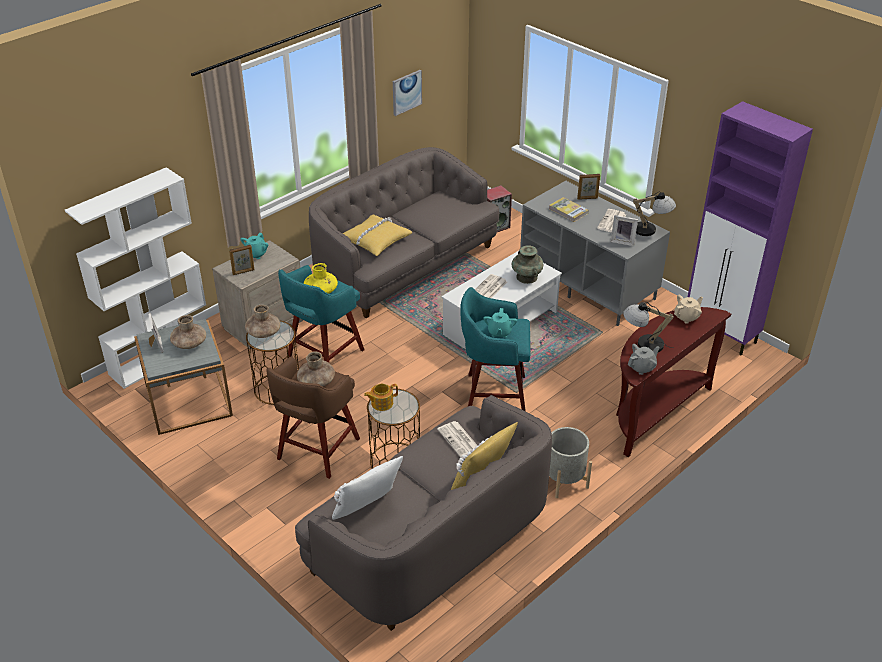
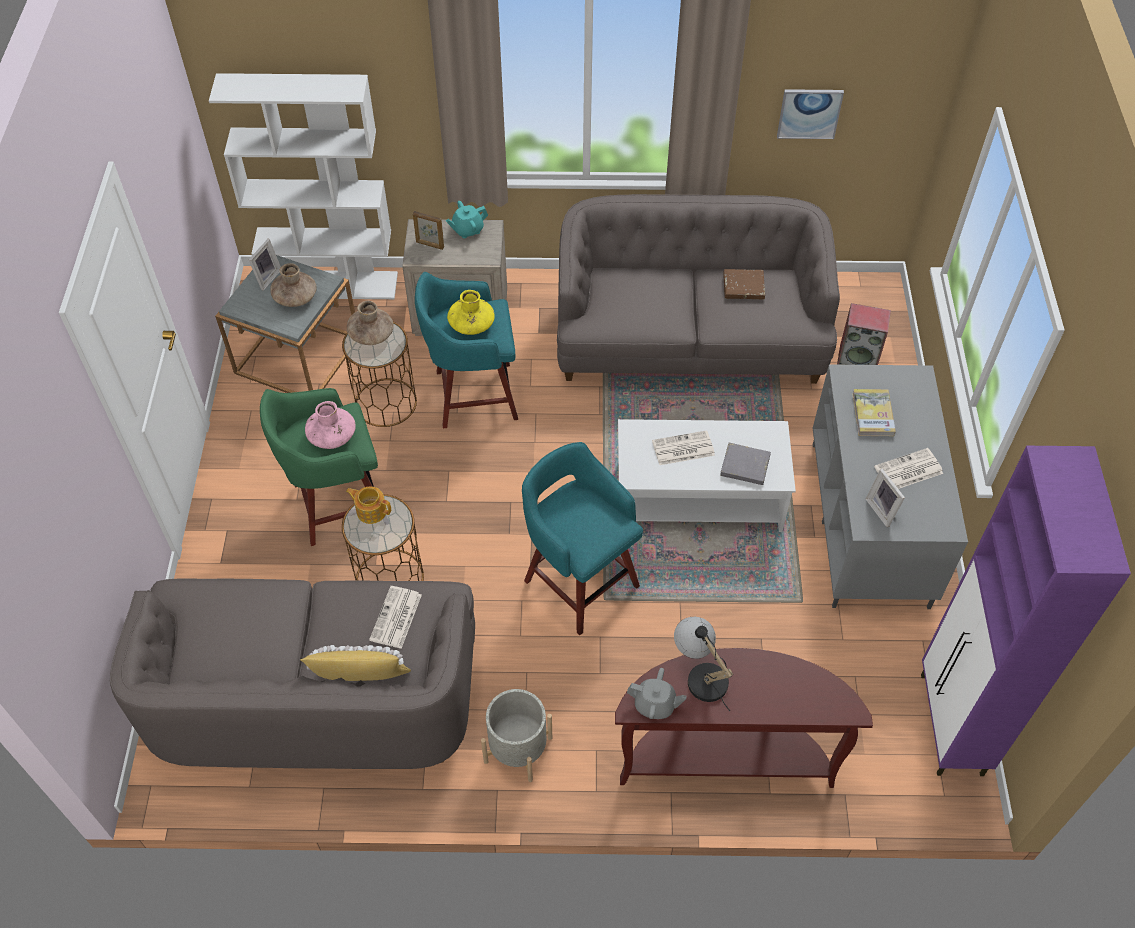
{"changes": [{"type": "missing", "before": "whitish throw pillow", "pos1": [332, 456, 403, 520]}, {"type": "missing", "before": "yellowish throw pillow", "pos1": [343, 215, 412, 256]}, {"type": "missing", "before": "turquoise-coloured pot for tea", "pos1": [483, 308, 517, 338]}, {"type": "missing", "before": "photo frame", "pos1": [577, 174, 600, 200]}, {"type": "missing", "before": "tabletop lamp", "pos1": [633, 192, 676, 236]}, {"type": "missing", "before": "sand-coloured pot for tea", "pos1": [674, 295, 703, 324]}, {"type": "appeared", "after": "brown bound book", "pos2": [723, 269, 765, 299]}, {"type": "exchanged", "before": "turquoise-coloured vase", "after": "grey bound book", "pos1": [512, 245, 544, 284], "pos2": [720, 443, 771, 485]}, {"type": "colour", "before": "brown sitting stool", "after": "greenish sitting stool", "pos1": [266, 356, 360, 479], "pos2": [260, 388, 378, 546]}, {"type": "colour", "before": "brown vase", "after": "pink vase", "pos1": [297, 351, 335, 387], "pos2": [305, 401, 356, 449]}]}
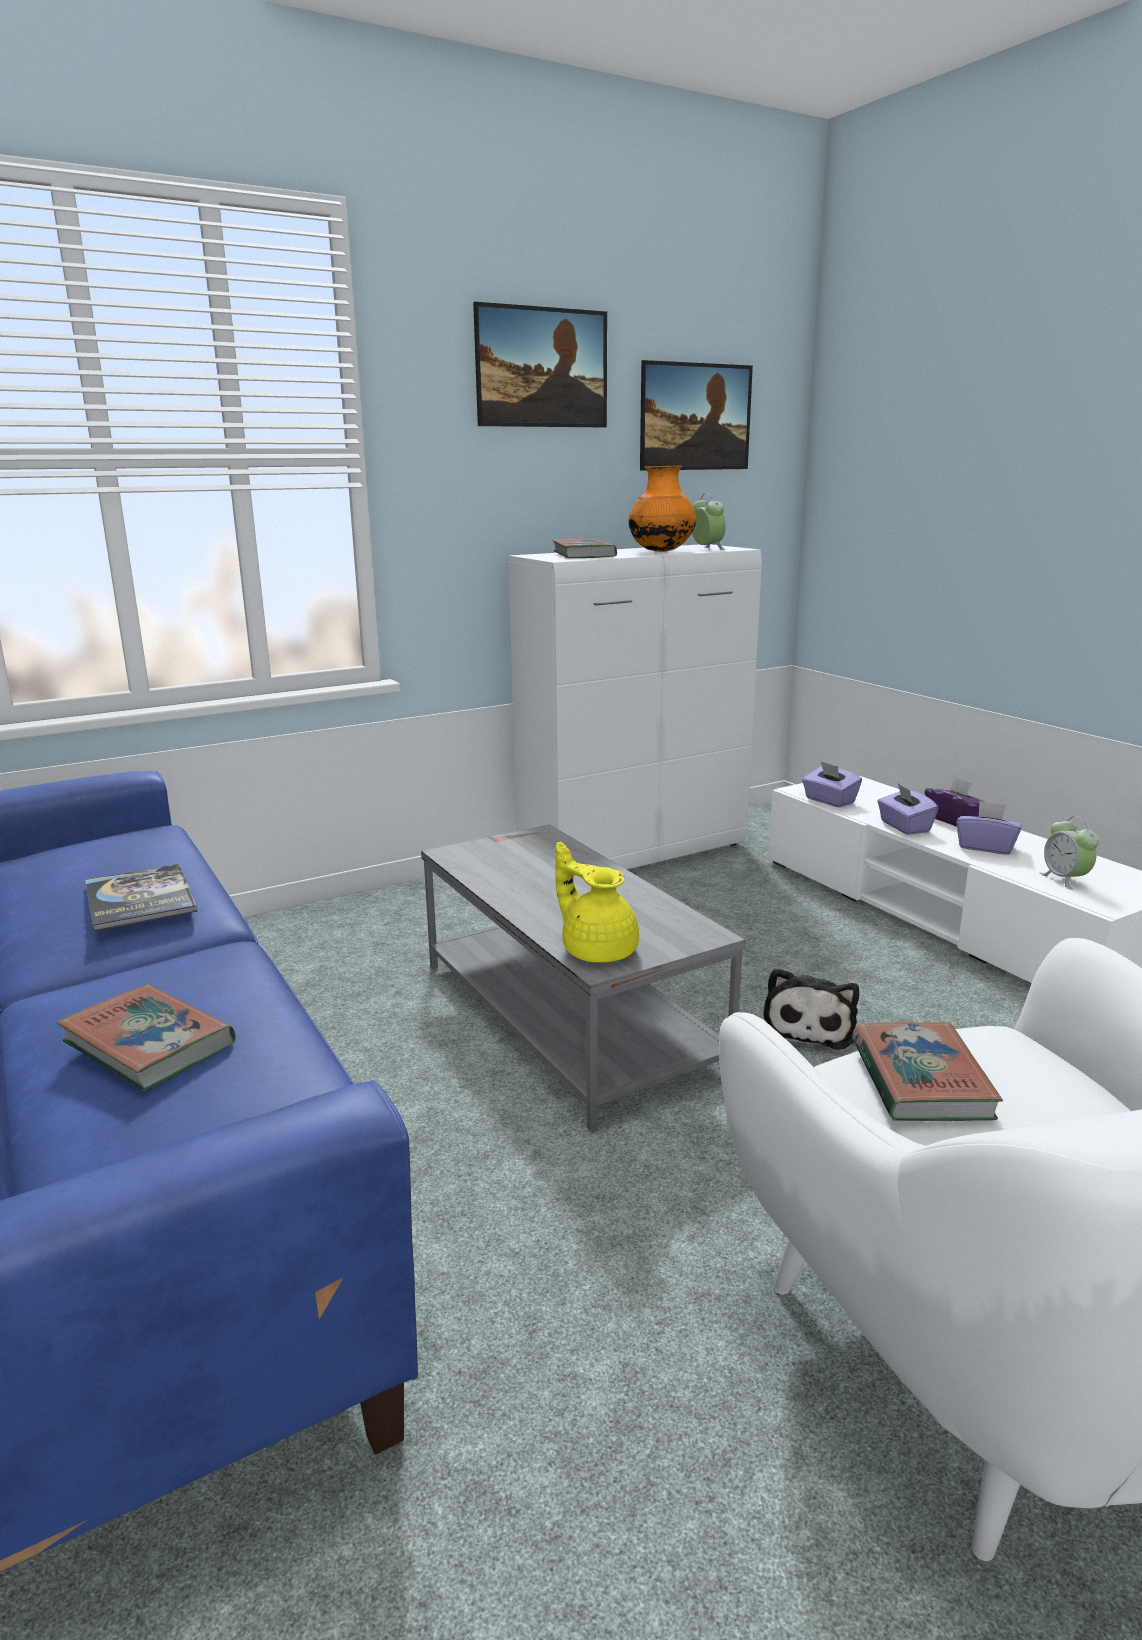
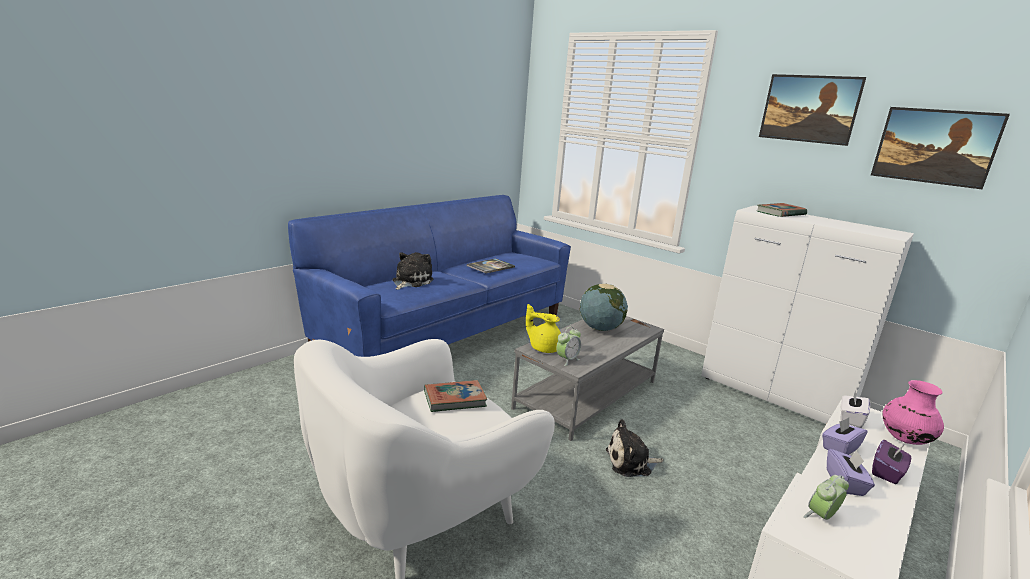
{"changes": [{"type": "missing", "before": "orange-coloured vase", "pos1": [628, 466, 696, 552]}, {"type": "appeared", "after": "desk globe", "pos2": [580, 284, 628, 331]}, {"type": "appeared", "after": "pink vase", "pos2": [882, 380, 944, 445]}, {"type": "relocated", "before": "table clock", "pos1": [692, 494, 726, 550], "pos2": [556, 326, 581, 366]}, {"type": "exchanged", "before": "bound book", "after": "cuddly toy", "pos1": [57, 984, 236, 1091], "pos2": [392, 252, 434, 290]}, {"type": "colour", "before": "purplish tissue box", "after": "whitish tissue box", "pos1": [802, 761, 862, 807], "pos2": [841, 390, 870, 428]}, {"type": "spun", "before": "yellowish pot for tea", "pos1": [555, 842, 639, 963], "pos2": [526, 304, 561, 353], "turn": -90}]}
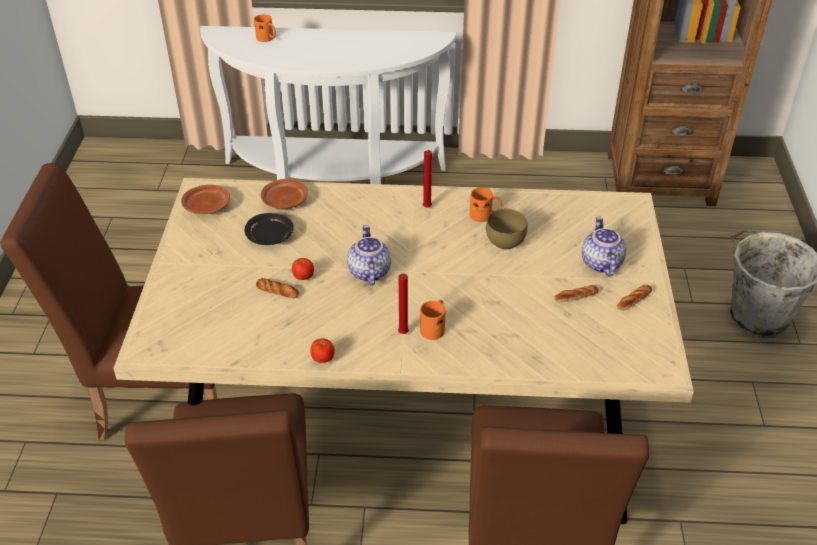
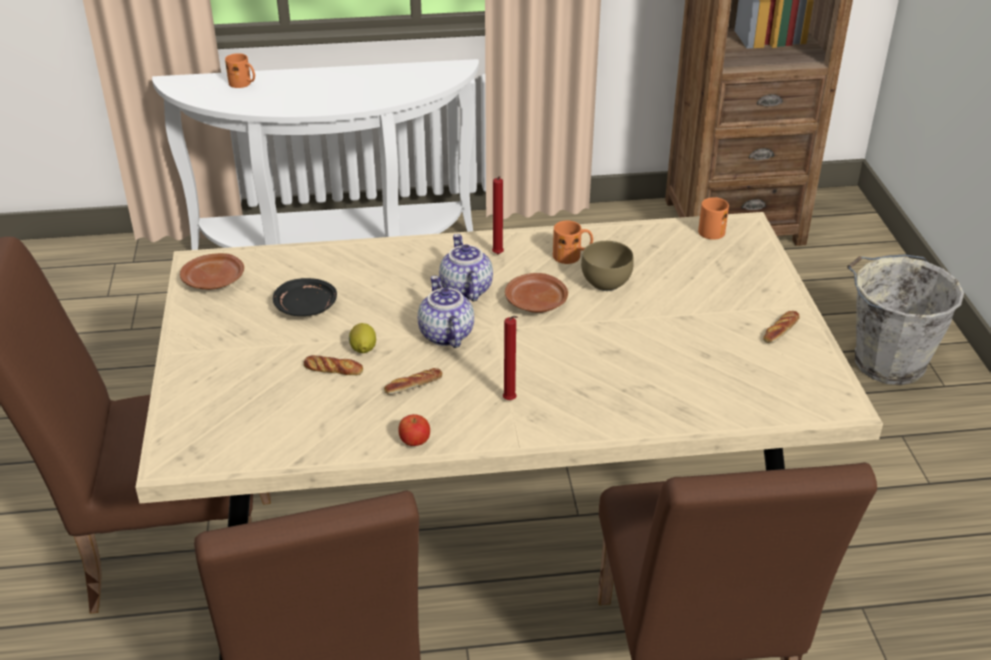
{"changes": [{"type": "relocated", "before": "brown dinner plate", "pos1": [261, 179, 308, 209], "pos2": [505, 273, 568, 313]}, {"type": "relocated", "before": "orange-coloured mug", "pos1": [420, 300, 446, 340], "pos2": [698, 197, 729, 240]}, {"type": "relocated", "before": "bread", "pos1": [554, 285, 599, 302], "pos2": [384, 368, 442, 395]}, {"type": "relocated", "before": "pot for tea", "pos1": [582, 216, 626, 277], "pos2": [439, 234, 493, 301]}, {"type": "exchanged", "before": "apple fruit", "after": "whole lemon", "pos1": [292, 258, 314, 280], "pos2": [349, 323, 376, 353]}]}
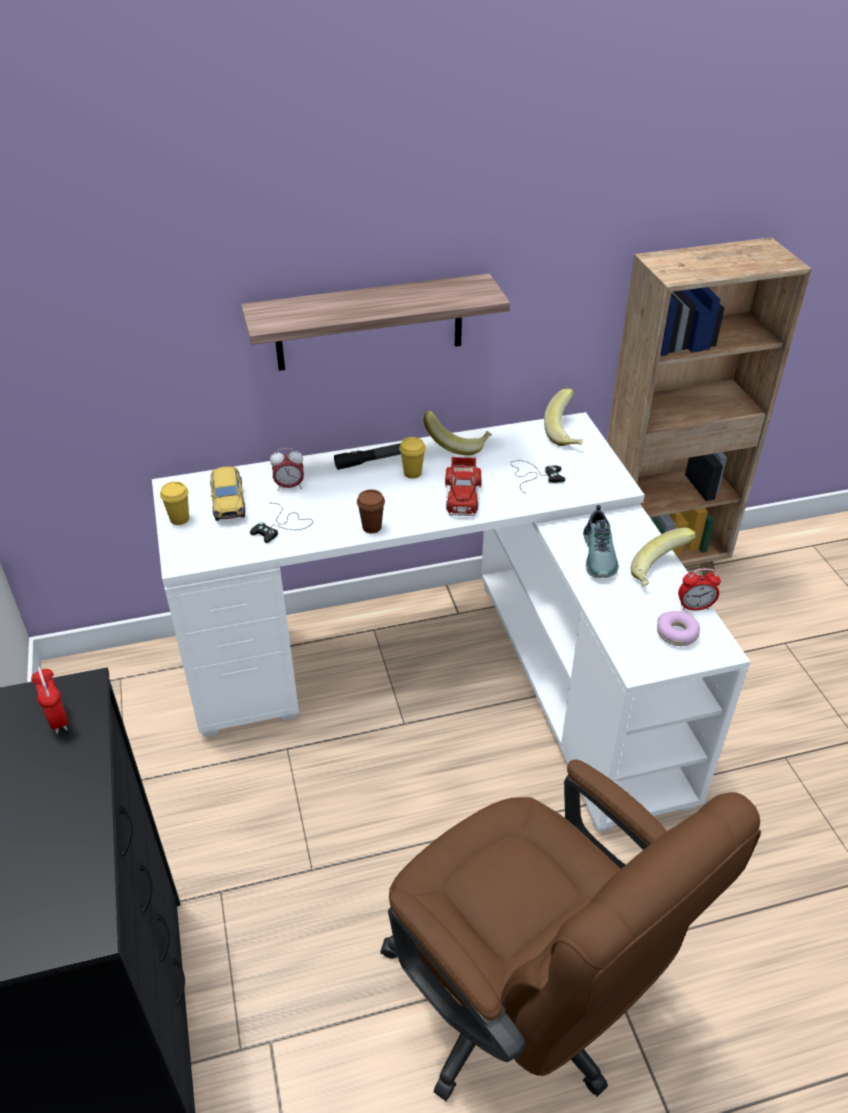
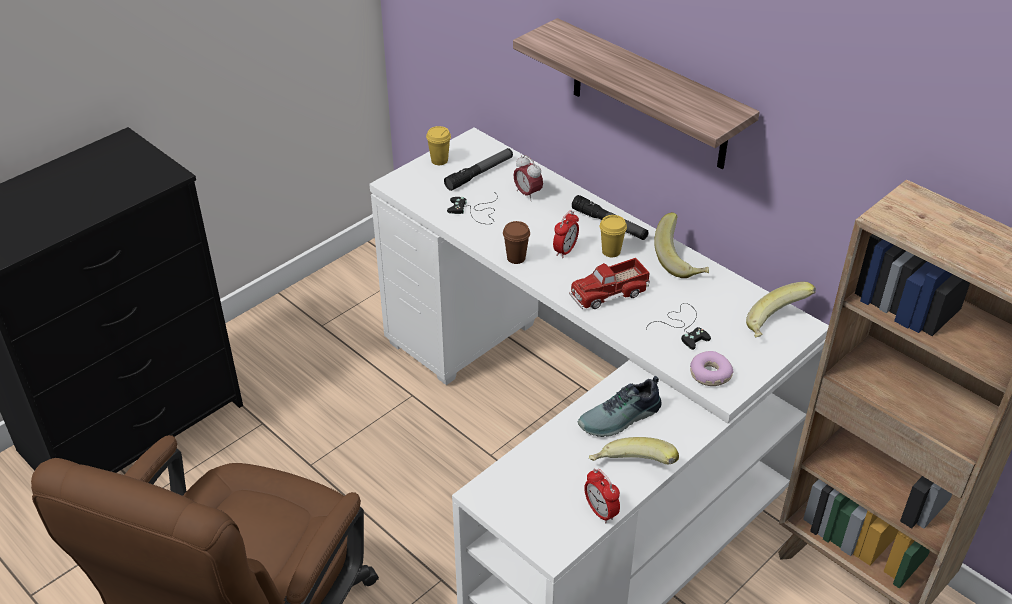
{"changes": [{"type": "relocated", "before": "table clock", "pos1": [31, 667, 68, 734], "pos2": [553, 210, 579, 258]}, {"type": "relocated", "before": "donut", "pos1": [657, 611, 701, 646], "pos2": [690, 351, 733, 386]}, {"type": "exchanged", "before": "toy car", "after": "flashlight", "pos1": [210, 467, 245, 521], "pos2": [444, 148, 513, 191]}]}
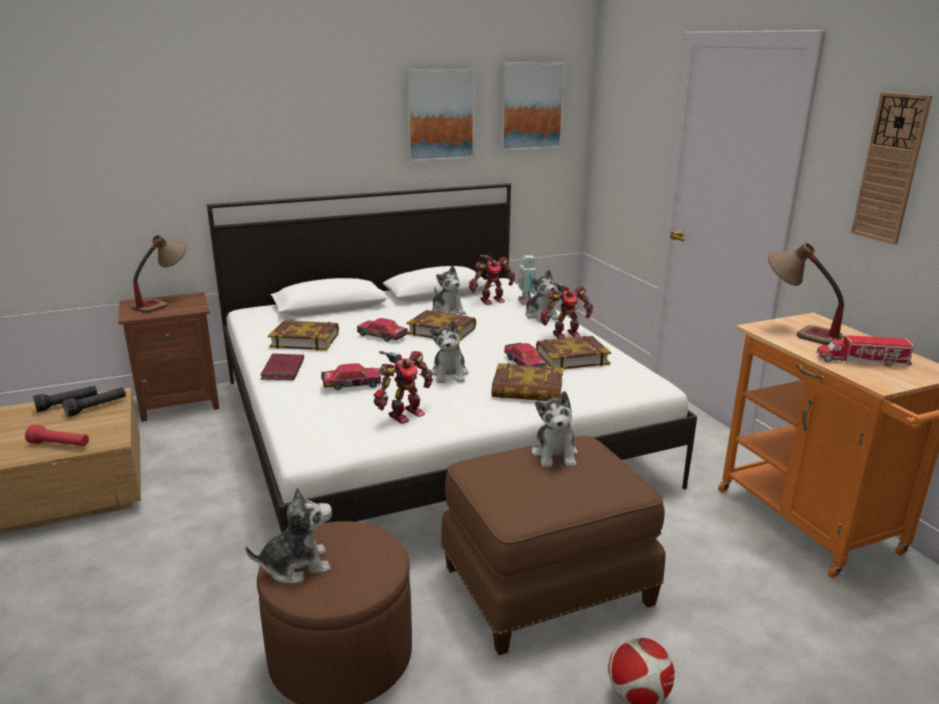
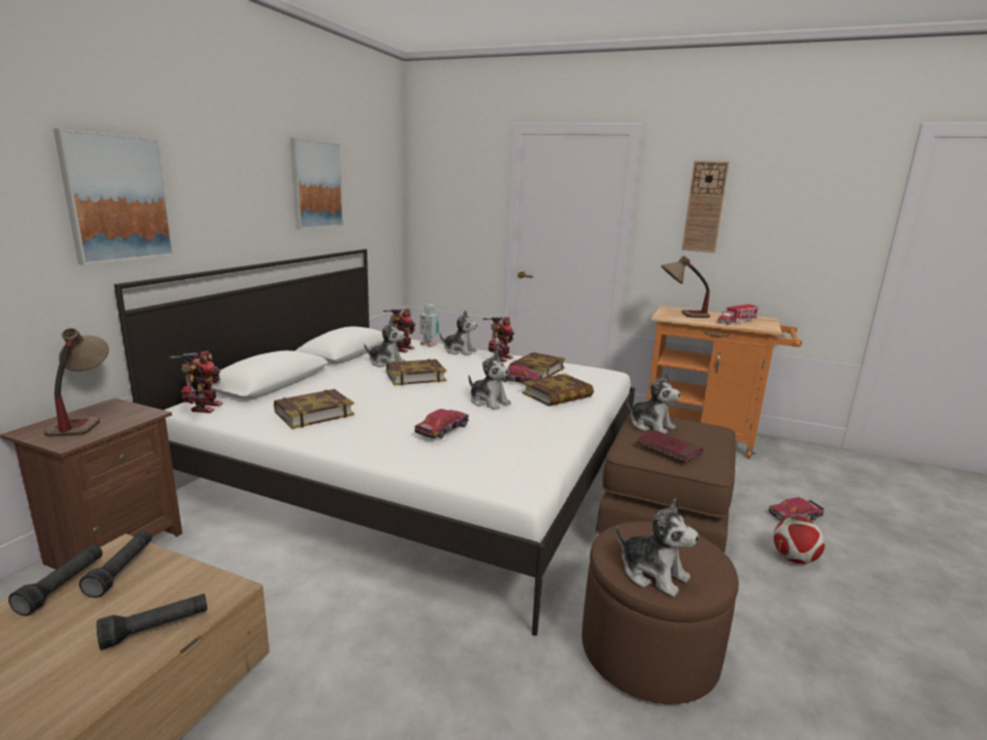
{"changes": [{"type": "relocated", "before": "reddish bound book", "pos1": [260, 353, 304, 380], "pos2": [637, 430, 703, 462]}, {"type": "relocated", "before": "toy car", "pos1": [357, 318, 408, 342], "pos2": [768, 498, 824, 521]}, {"type": "relocated", "before": "model robot", "pos1": [374, 351, 433, 424], "pos2": [168, 351, 223, 413]}, {"type": "relocated", "before": "wall art", "pos1": [500, 62, 566, 151], "pos2": [53, 129, 175, 265]}, {"type": "colour", "before": "reddish flashlight", "after": "blackish flashlight", "pos1": [25, 425, 89, 446], "pos2": [96, 594, 207, 650]}, {"type": "spun", "before": "cuddly toy", "pos1": [245, 487, 332, 583], "pos2": [616, 498, 699, 597], "turn": 105}]}
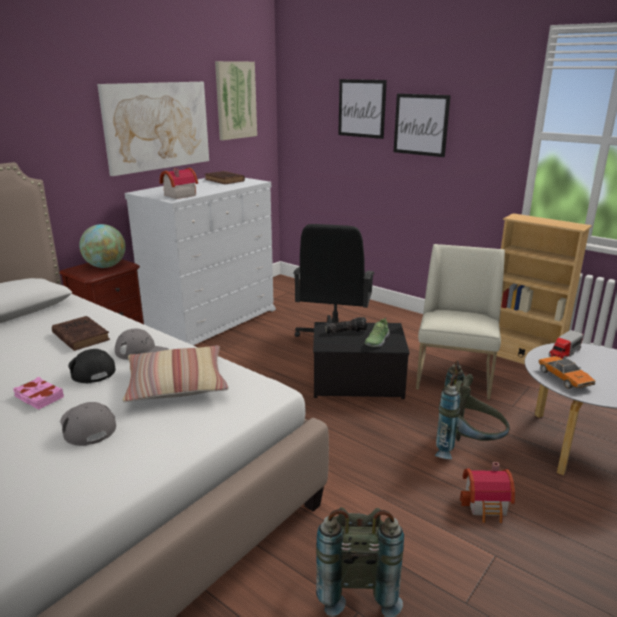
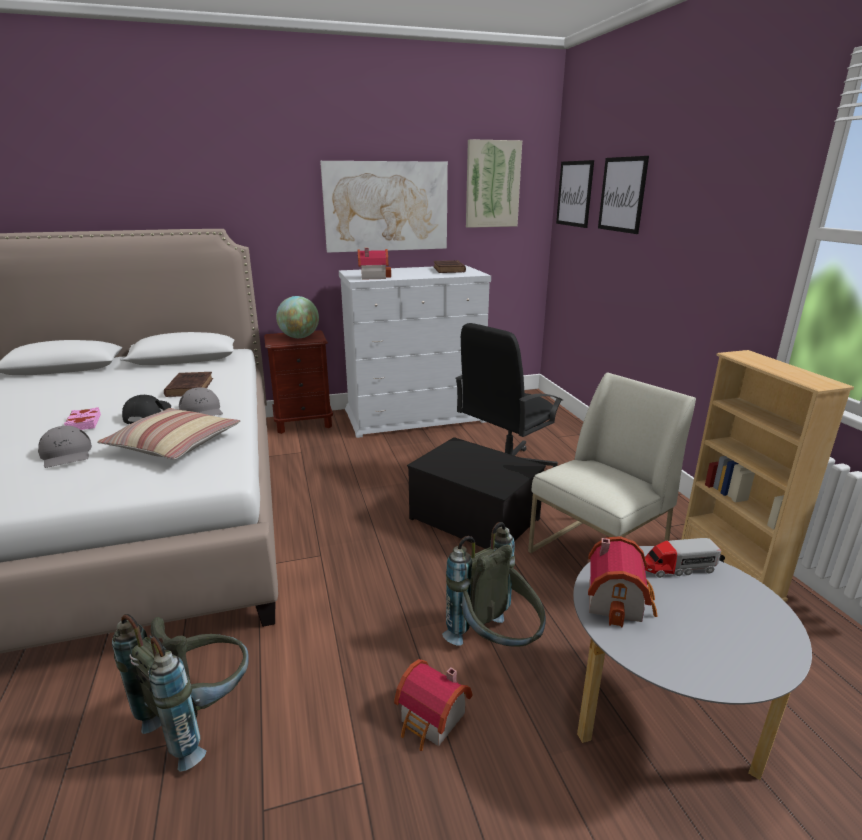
{"changes": [{"type": "missing", "before": "flashlight", "pos1": [325, 317, 367, 334]}, {"type": "missing", "before": "low shoe", "pos1": [365, 318, 390, 347]}, {"type": "relocated", "before": "wall art", "pos1": [394, 94, 451, 157], "pos2": [556, 160, 594, 228]}, {"type": "exchanged", "before": "toy car", "after": "toy house", "pos1": [538, 356, 596, 389], "pos2": [588, 536, 657, 628]}, {"type": "spun", "before": "grey baseball cap", "pos1": [60, 402, 116, 446], "pos2": [38, 426, 92, 468], "turn": 150}]}
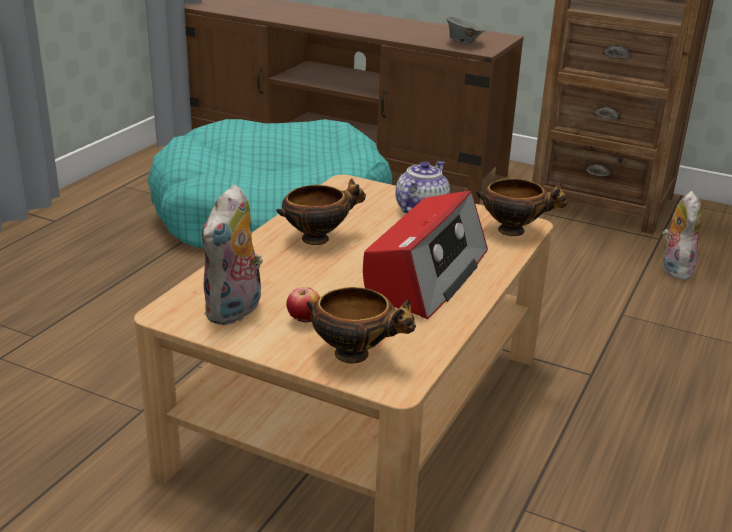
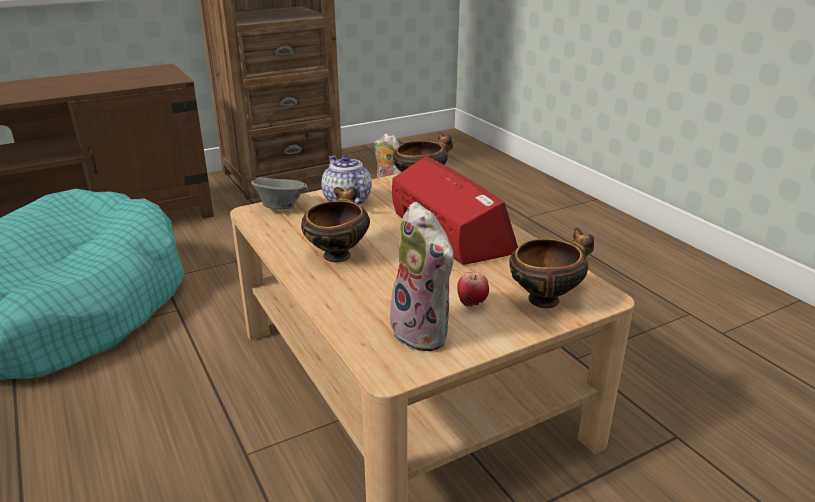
{"changes": [{"type": "relocated", "before": "grey serving bowl", "pos1": [446, 16, 486, 45], "pos2": [251, 177, 307, 209]}]}
